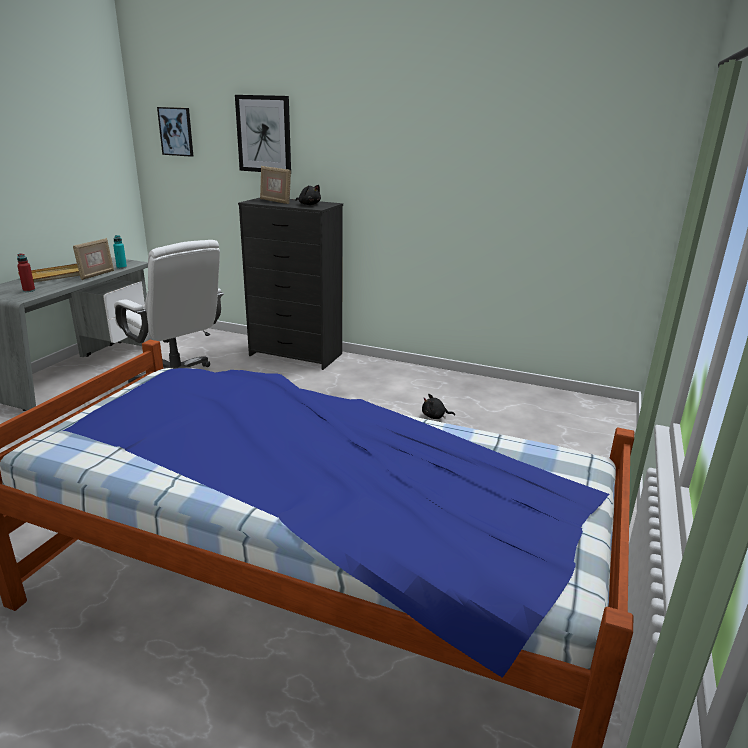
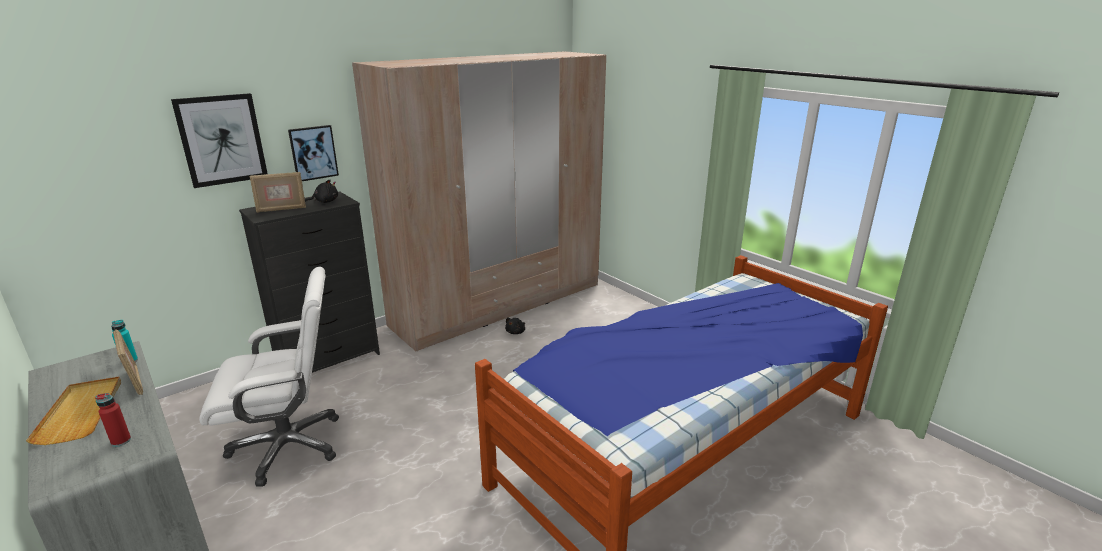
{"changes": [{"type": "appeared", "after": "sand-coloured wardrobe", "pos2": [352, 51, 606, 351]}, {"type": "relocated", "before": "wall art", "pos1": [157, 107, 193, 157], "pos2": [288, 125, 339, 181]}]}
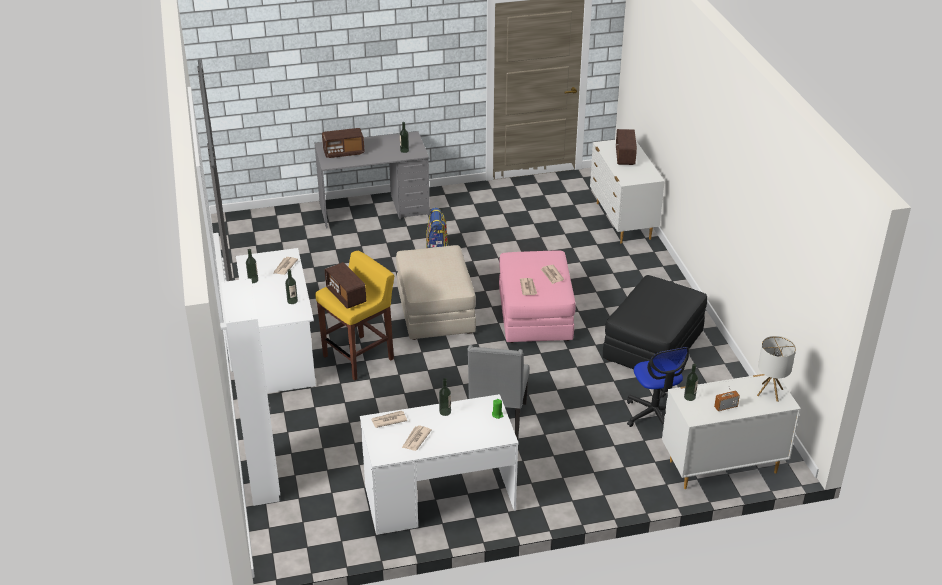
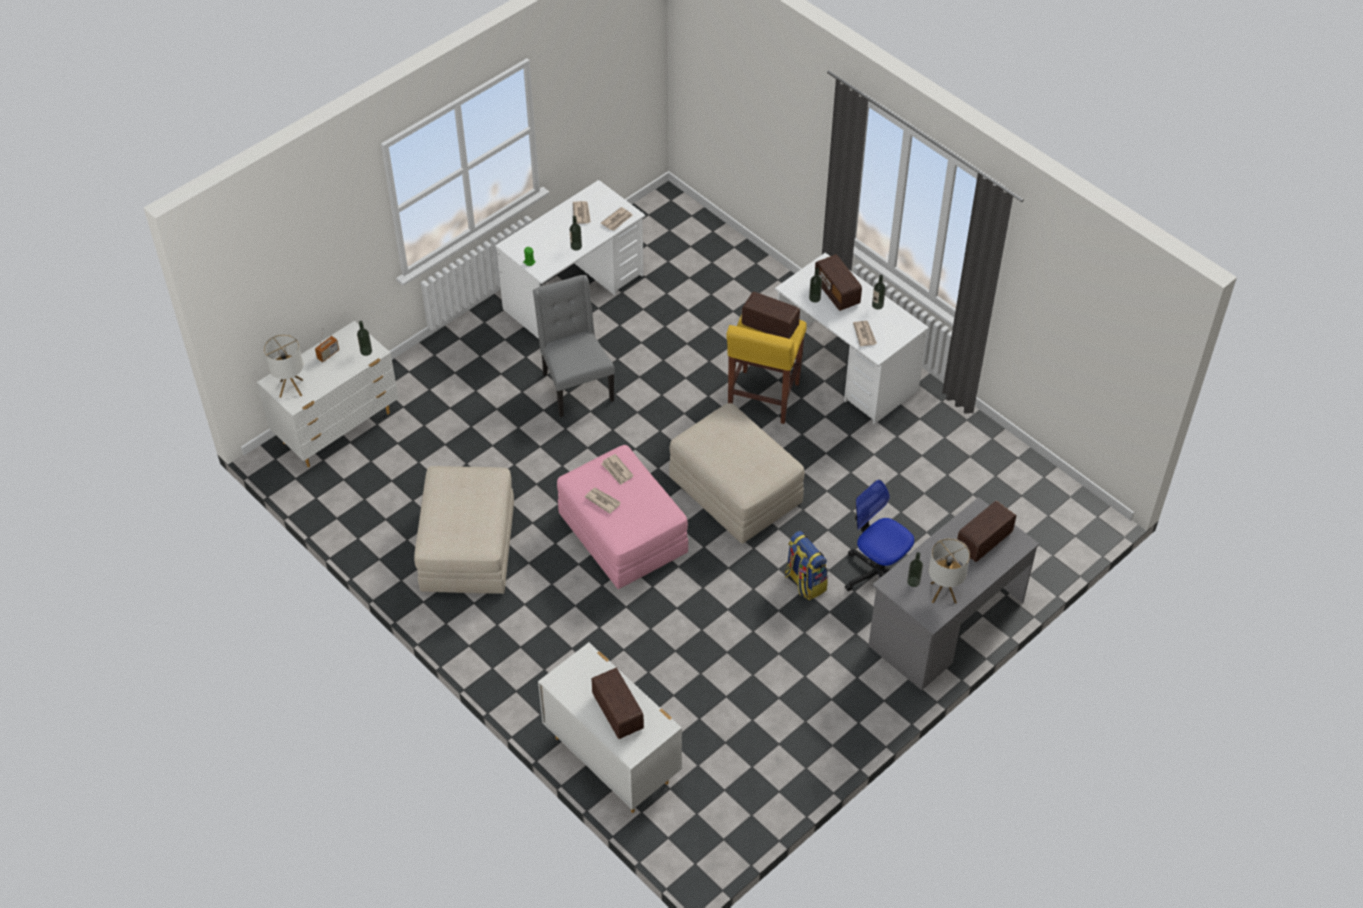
{"changes": [{"type": "missing", "before": "whitish wardrobe", "pos1": [221, 278, 280, 506]}, {"type": "appeared", "after": "radio", "pos2": [815, 254, 862, 311]}, {"type": "appeared", "after": "tabletop lamp", "pos2": [929, 538, 970, 603]}, {"type": "relocated", "before": "office chair", "pos1": [627, 347, 689, 427], "pos2": [845, 479, 914, 591]}, {"type": "colour", "before": "blackish pouffe", "after": "sand-coloured pouffe", "pos1": [603, 275, 707, 369], "pos2": [414, 466, 514, 594]}]}
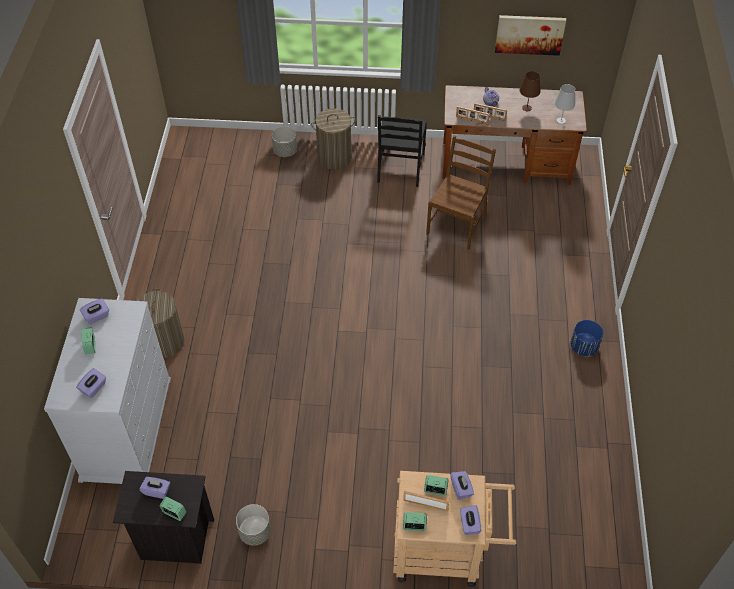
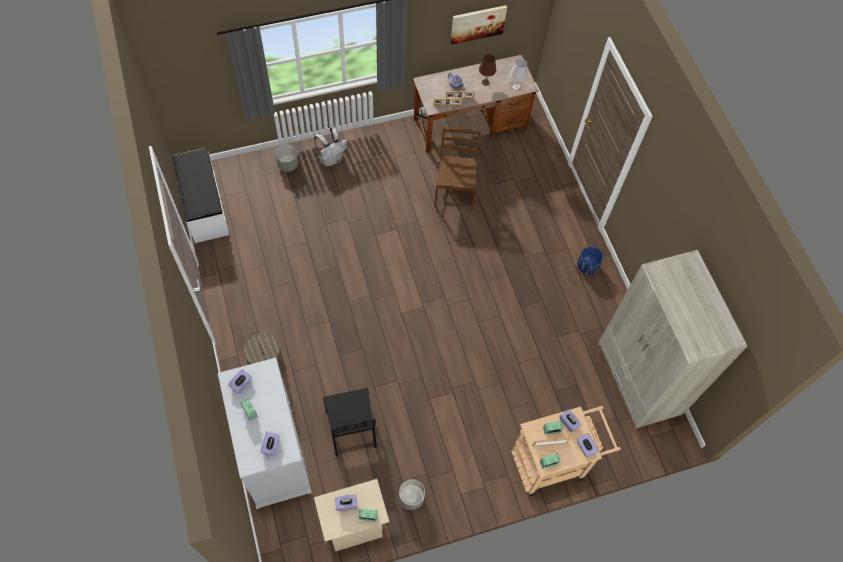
{"changes": [{"type": "appeared", "after": "whitish long seat", "pos2": [172, 148, 229, 243]}, {"type": "appeared", "after": "sand-coloured wardrobe", "pos2": [599, 250, 748, 429]}, {"type": "relocated", "before": "blackish upright chair", "pos1": [377, 115, 427, 187], "pos2": [323, 388, 377, 456]}, {"type": "exchanged", "before": "washing basket", "after": "whitish backpack", "pos1": [311, 108, 355, 170], "pos2": [314, 127, 347, 166]}, {"type": "colour", "before": "blackish night table", "after": "sand-coloured night table", "pos1": [113, 471, 214, 564], "pos2": [314, 479, 389, 552]}]}
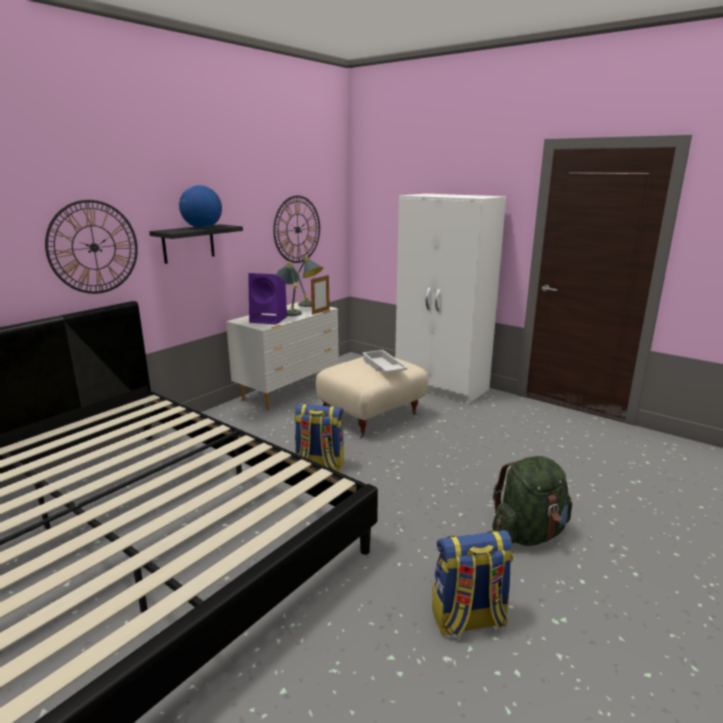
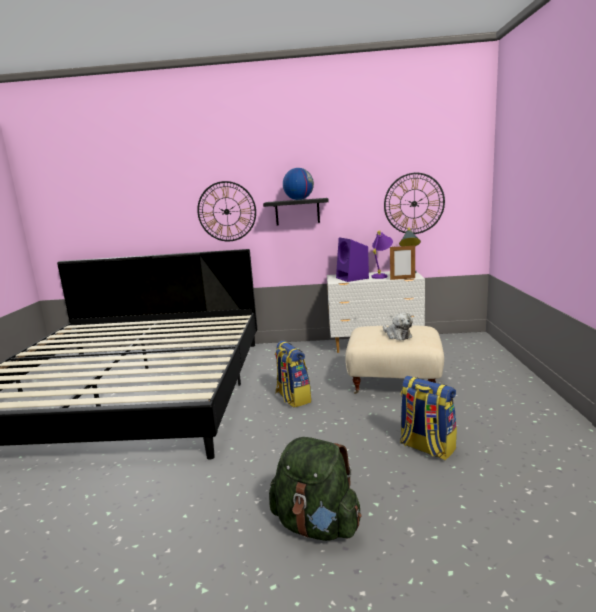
{"changes": [{"type": "missing", "before": "whitish wardrobe", "pos1": [395, 194, 506, 404]}, {"type": "relocated", "before": "backpack", "pos1": [432, 530, 513, 637], "pos2": [400, 376, 457, 460]}, {"type": "exchanged", "before": "whitish carrying tray", "after": "cuddly toy", "pos1": [362, 350, 408, 373], "pos2": [383, 312, 413, 340]}, {"type": "colour", "before": "grey tabletop lamp", "after": "purplish tabletop lamp", "pos1": [276, 262, 302, 316], "pos2": [371, 231, 393, 279]}]}
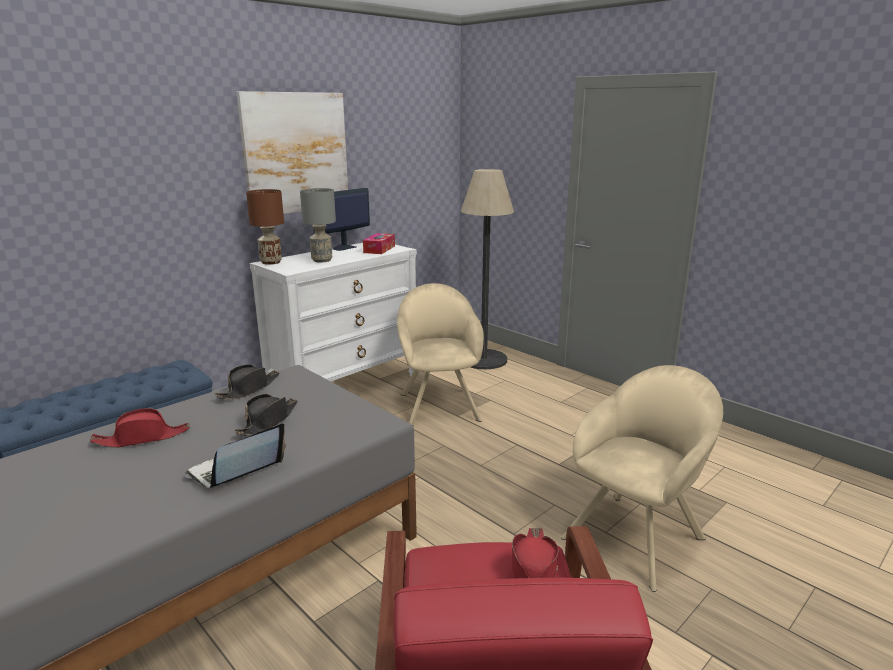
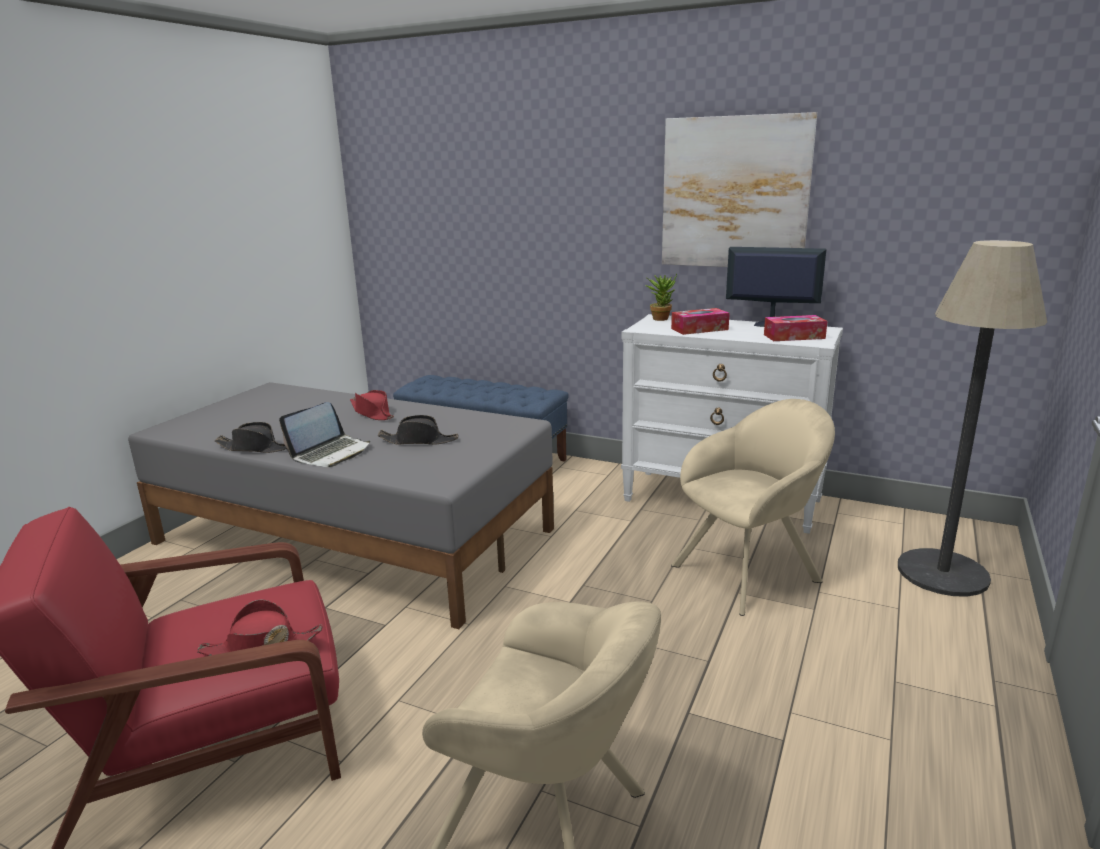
{"changes": [{"type": "relocated", "before": "blackish wearable hat", "pos1": [215, 364, 279, 399], "pos2": [214, 422, 287, 453]}, {"type": "exchanged", "before": "brown tabletop lamp", "after": "houseplant", "pos1": [246, 189, 284, 265], "pos2": [645, 274, 677, 321]}, {"type": "exchanged", "before": "grey tabletop lamp", "after": "tissue box", "pos1": [300, 188, 336, 263], "pos2": [671, 308, 730, 335]}, {"type": "spun", "before": "laptop", "pos1": [185, 423, 286, 488], "pos2": [279, 402, 370, 467], "turn": 105}]}
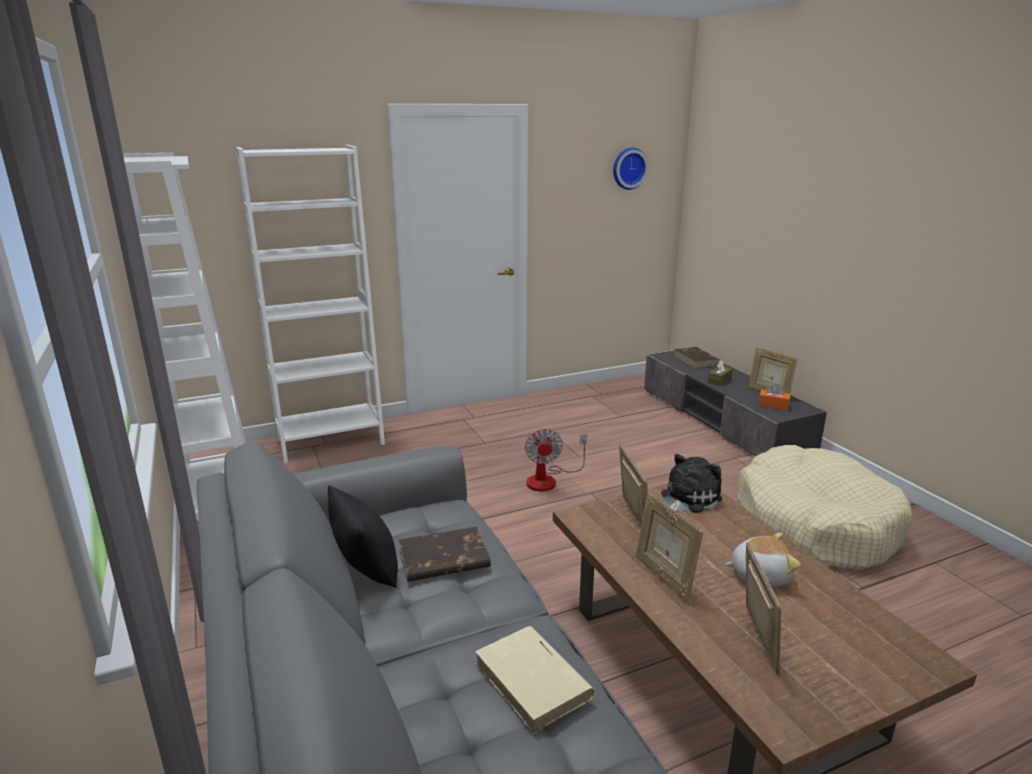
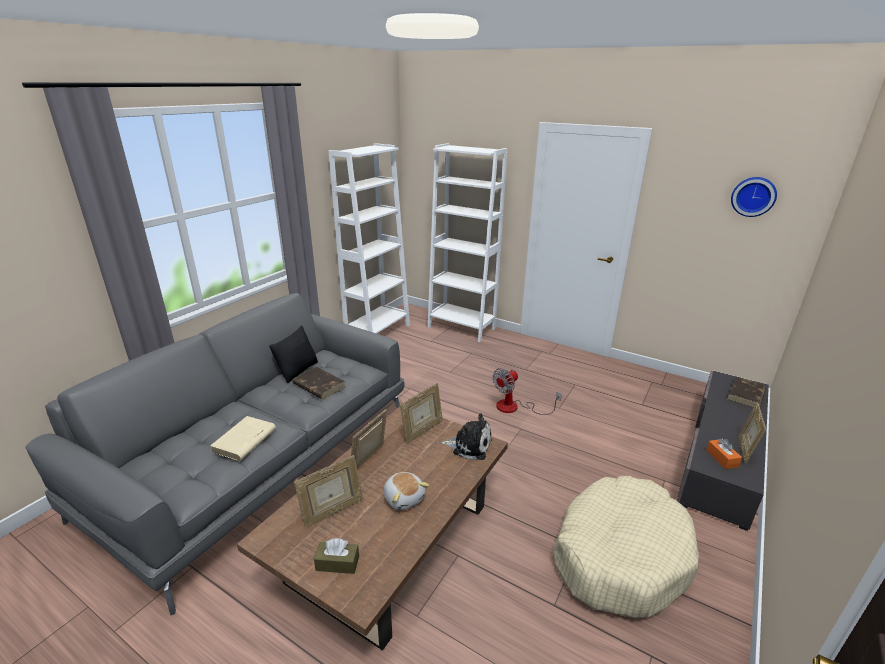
{"changes": [{"type": "relocated", "before": "brown tissue box", "pos1": [708, 360, 732, 386], "pos2": [314, 538, 359, 574]}]}
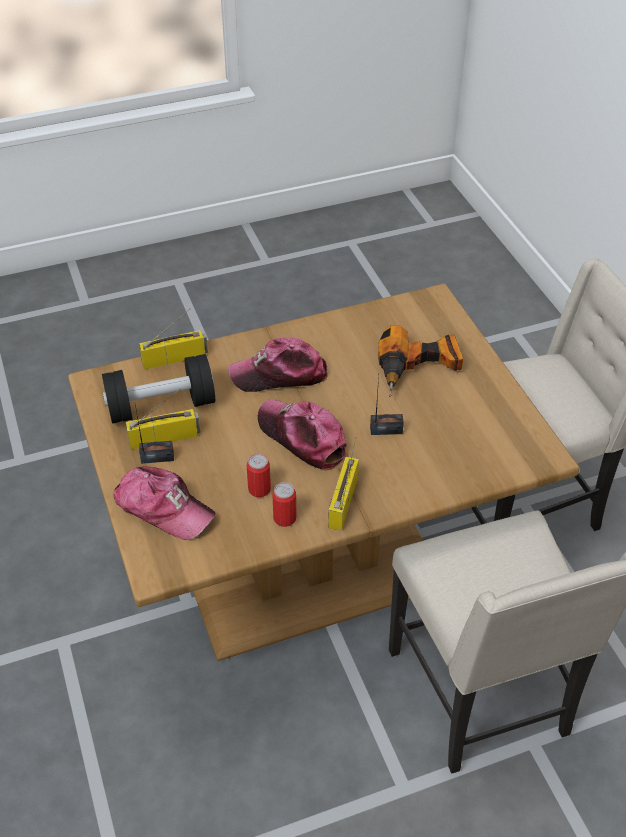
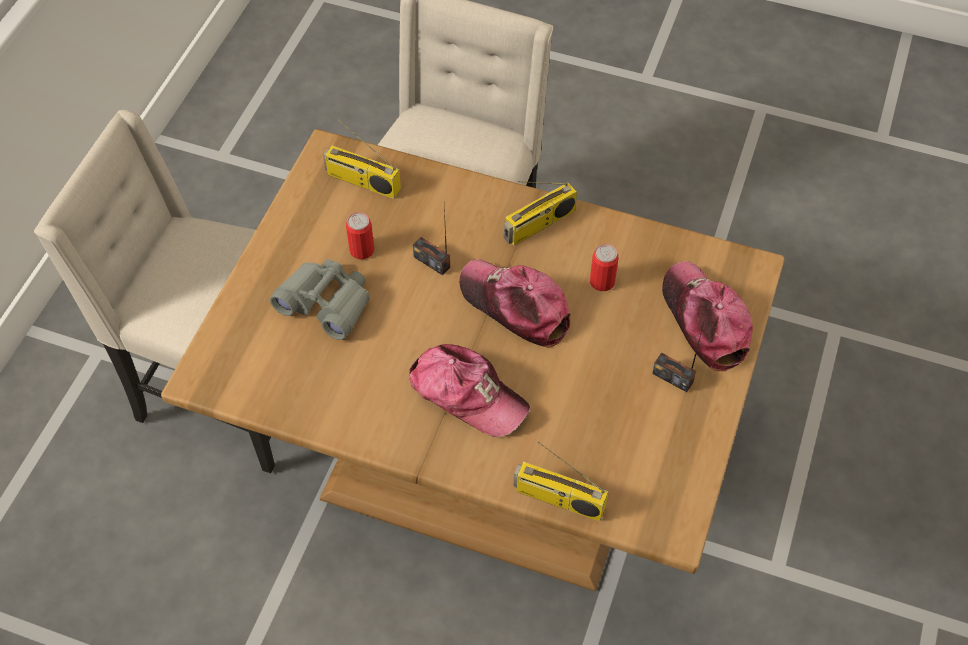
{"changes": [{"type": "missing", "before": "blackish dumbbell", "pos1": [102, 354, 215, 424]}, {"type": "relocated", "before": "radio", "pos1": [126, 388, 201, 450], "pos2": [323, 118, 401, 199]}, {"type": "relocated", "before": "can", "pos1": [272, 482, 297, 527], "pos2": [346, 212, 374, 259]}, {"type": "exchanged", "before": "drill", "after": "grey pair of binoculars", "pos1": [378, 325, 463, 397], "pos2": [270, 259, 370, 340]}, {"type": "spun", "before": "baseball cap", "pos1": [258, 399, 346, 471], "pos2": [459, 259, 570, 348], "turn": 135}]}
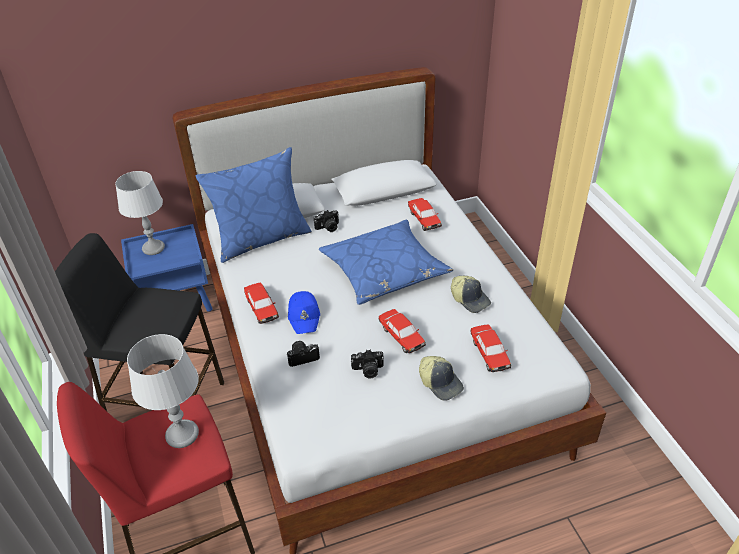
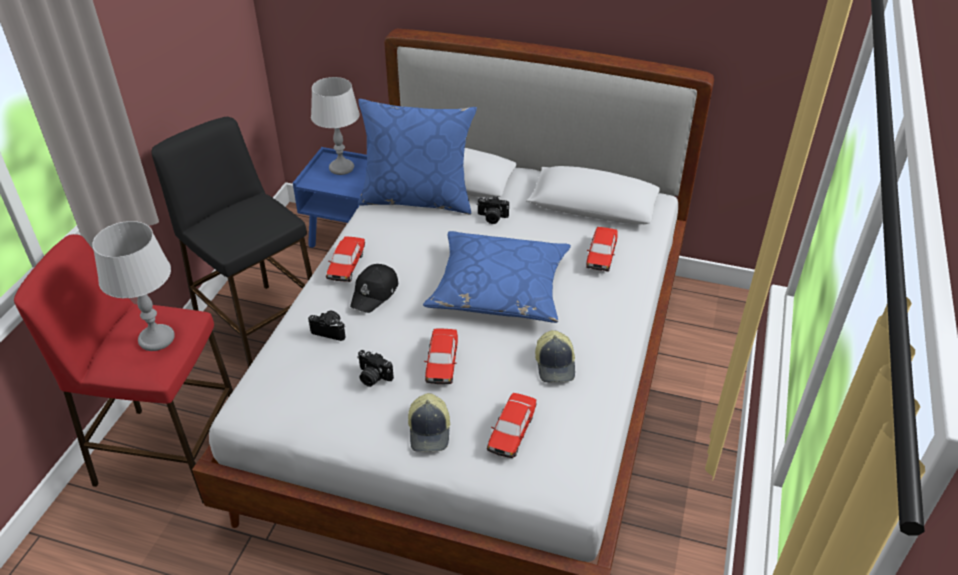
{"changes": [{"type": "colour", "before": "blue-coloured baseball cap", "after": "blackish baseball cap", "pos1": [288, 291, 320, 334], "pos2": [350, 264, 398, 313]}]}
